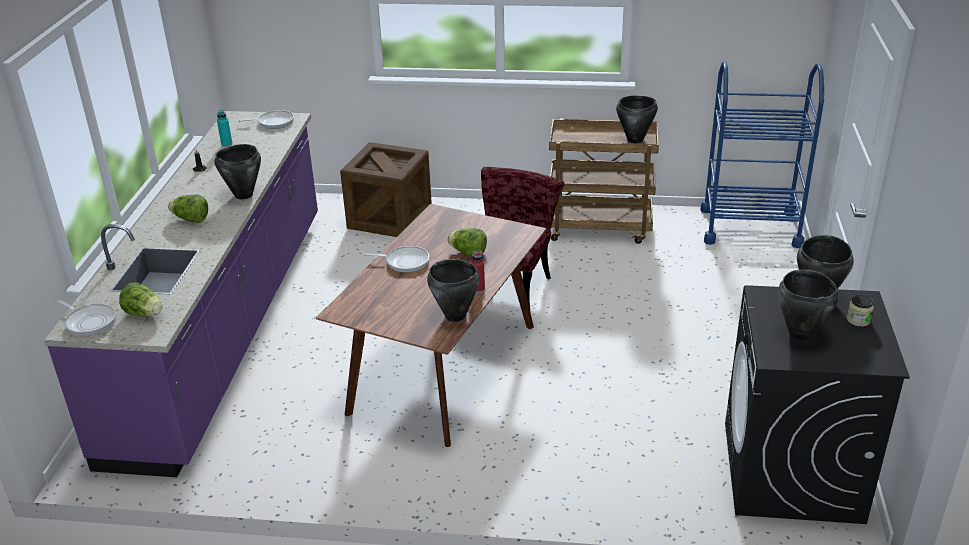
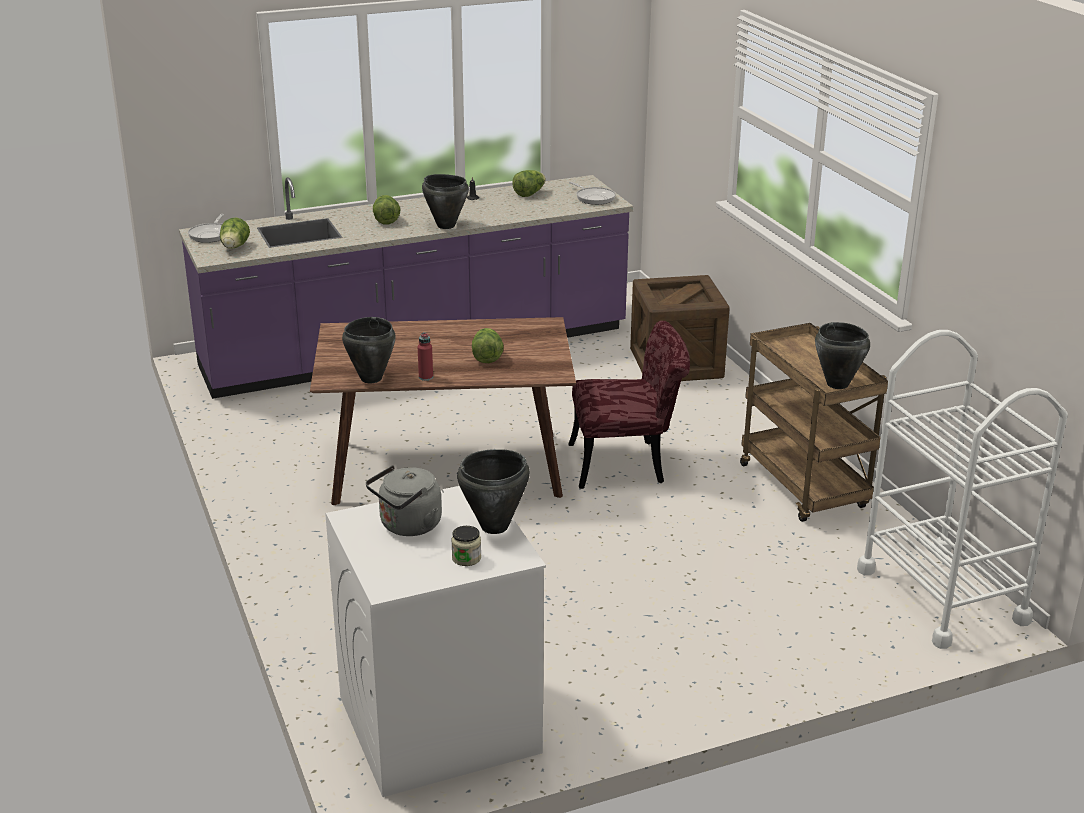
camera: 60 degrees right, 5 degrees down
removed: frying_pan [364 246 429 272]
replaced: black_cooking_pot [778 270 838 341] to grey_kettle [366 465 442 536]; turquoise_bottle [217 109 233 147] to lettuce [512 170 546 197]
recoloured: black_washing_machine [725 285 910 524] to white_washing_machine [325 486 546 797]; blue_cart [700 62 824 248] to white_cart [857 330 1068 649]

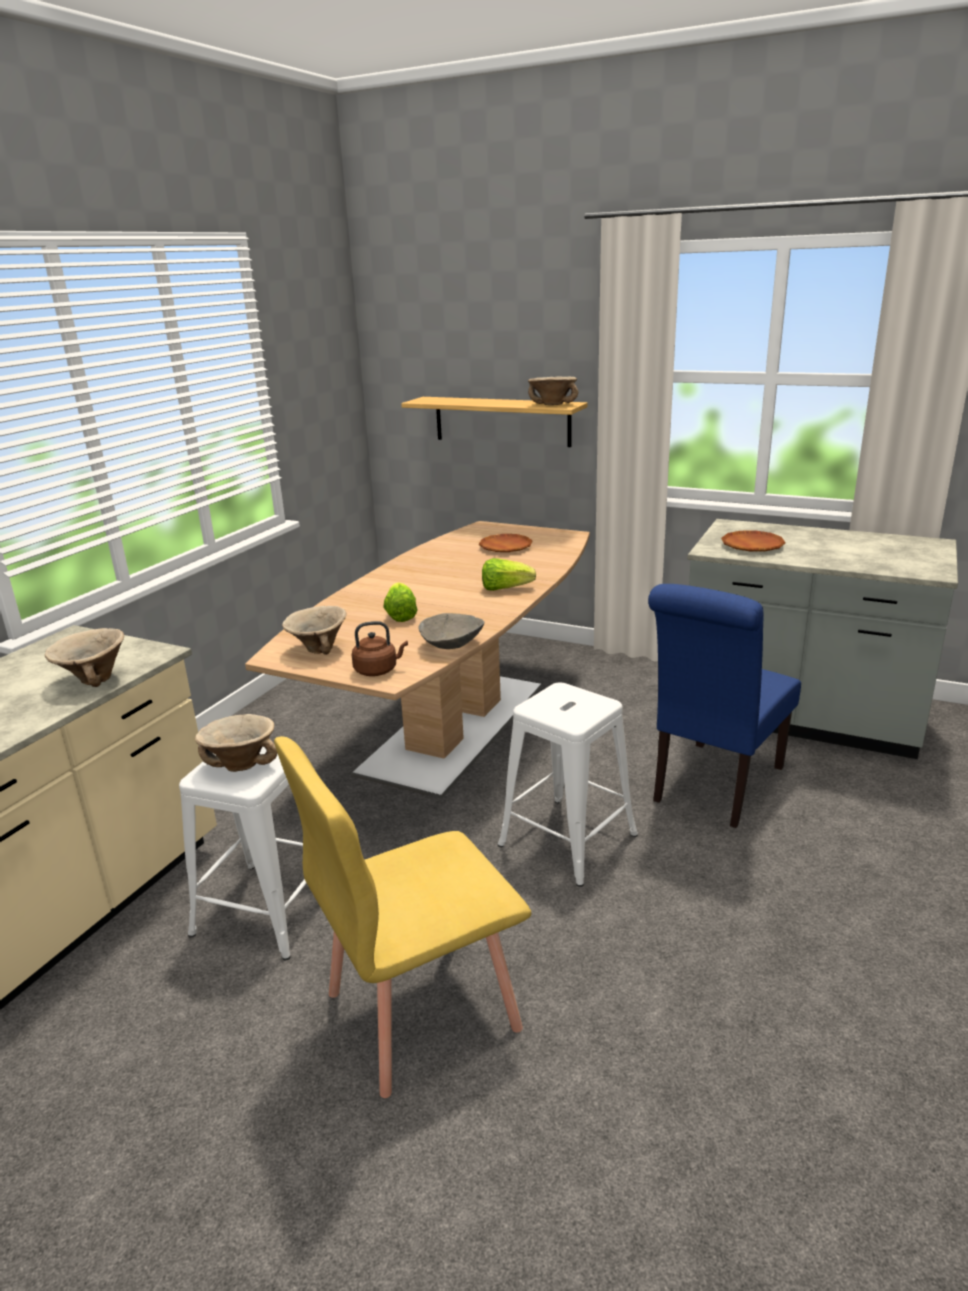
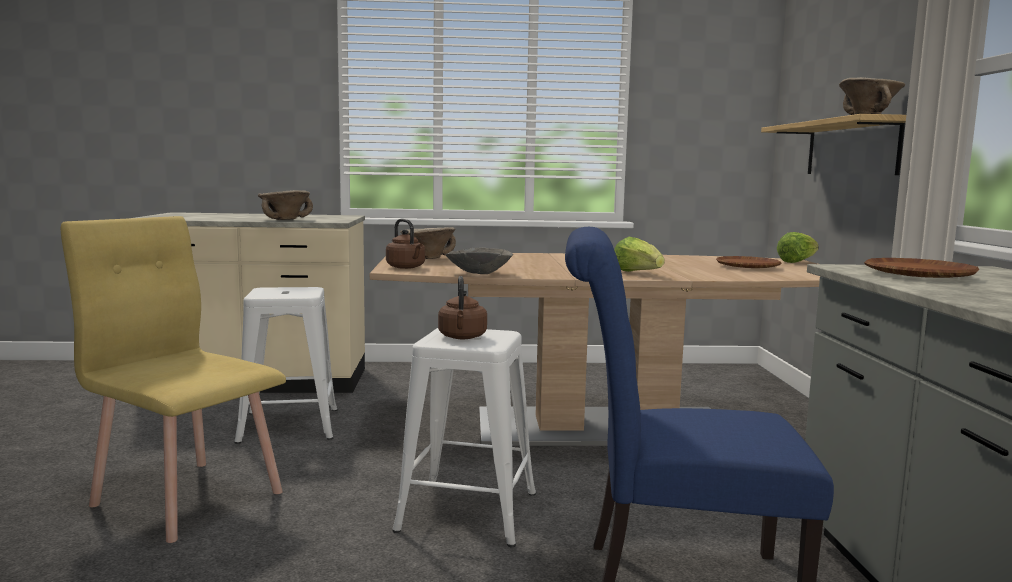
camera: 60 degrees right, 15 degrees down
removed: beige_bowl [195 714 278 772]
added: brown_kettle [438 276 487 339]
moved: lettuce [383 582 417 622] to [777 232 819 263]

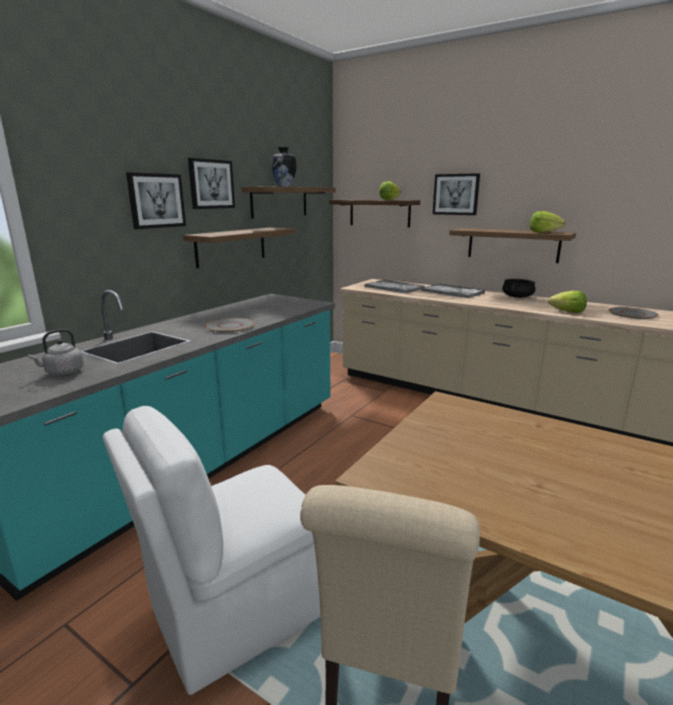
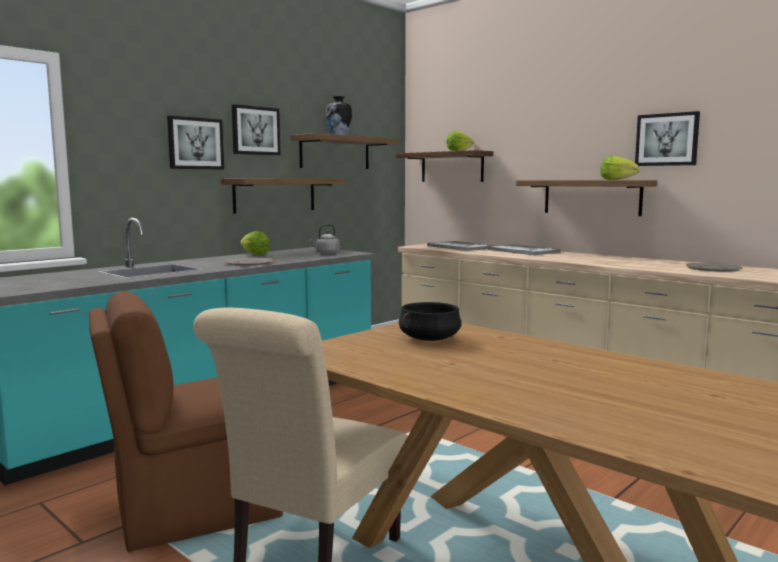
camera: 10 degrees right, 10 degrees down
moved: lettuce [548 290 587 313] to [240 231 270 255]; grey_kettle [28 329 84 375] to [309 224 340 254]; black_cooking_pot [502 279 535 298] to [399 302 462 341]; picture [433 173 480 215] to [635 111 700 166]
recoloured: white_chair [103 406 320 695] to brown_chair [89 291 283 552]

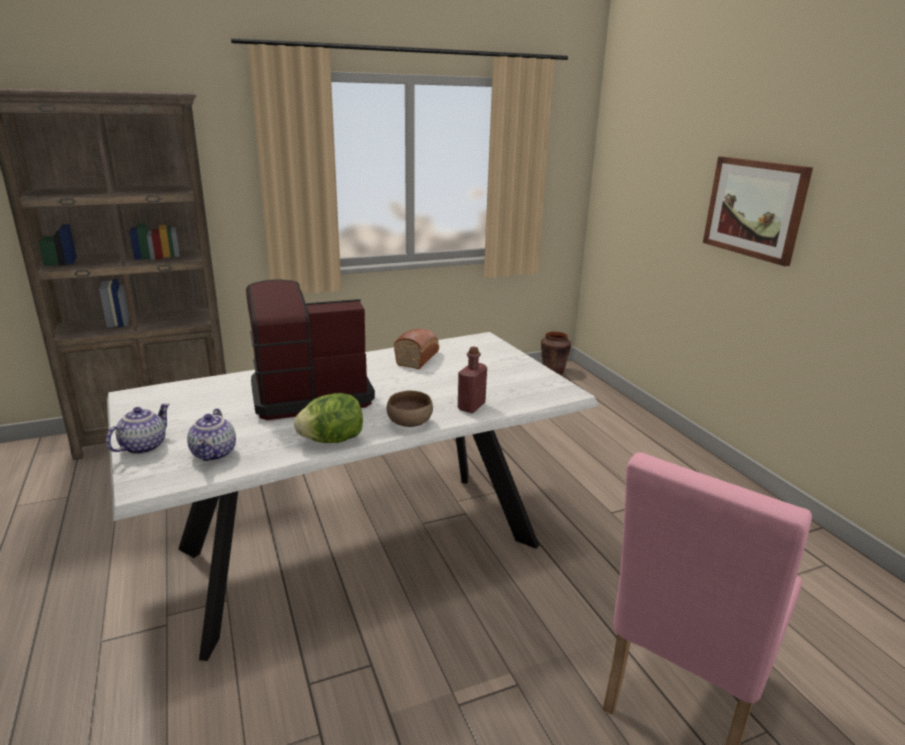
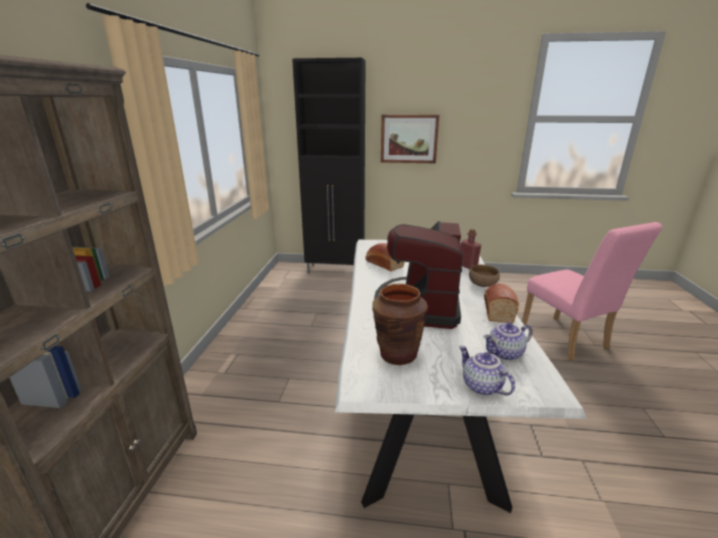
camera: 60 degrees left, 0 degrees up
added: black_cabinet [292 58 365 274]
moved: brown_vase [541 332 571 375] to [372 284 428 365]
replaced: lettuce [294 393 363 443] to bread [484 284 519 323]
turned: teapot [187 408 236 461] = [483 323 533 361] 135 degrees clockwise

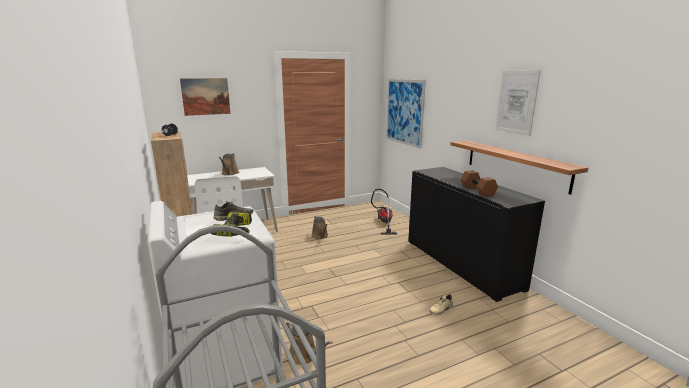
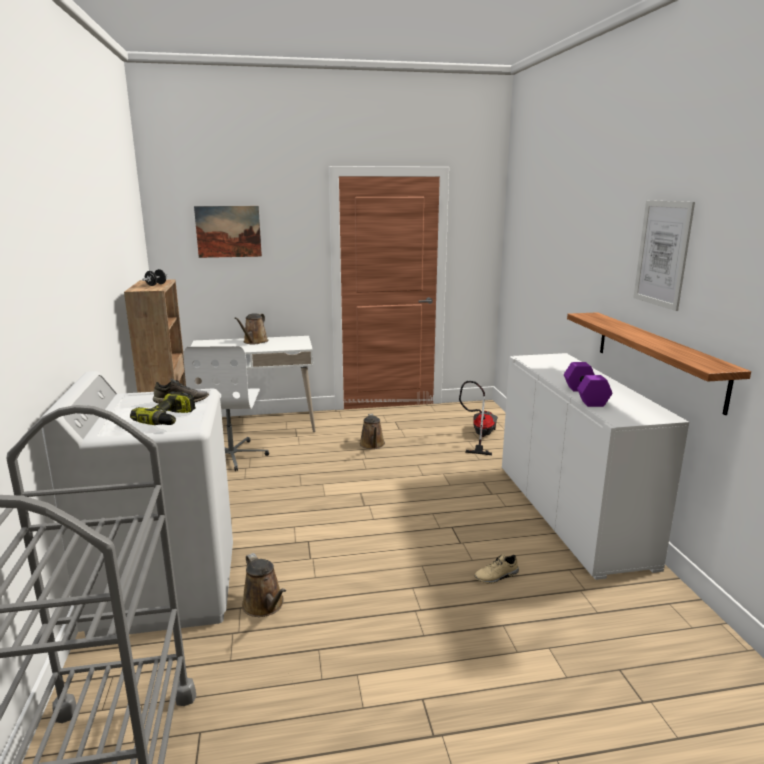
camera: 15 degrees right, 0 degrees up
removed: picture [386 79 426 149]
recoloured: black_cabinet [408 167 545 302] to white_cabinet [502 353 689 580]; brown_dumbbell [461 170 498 197] to purple_dumbbell [564 362 612 407]

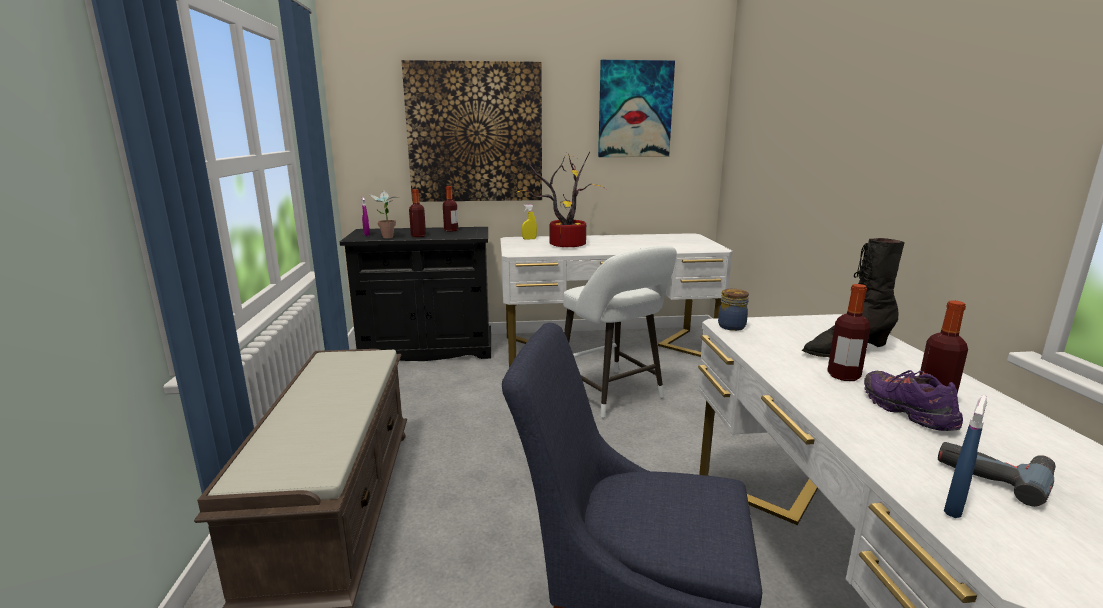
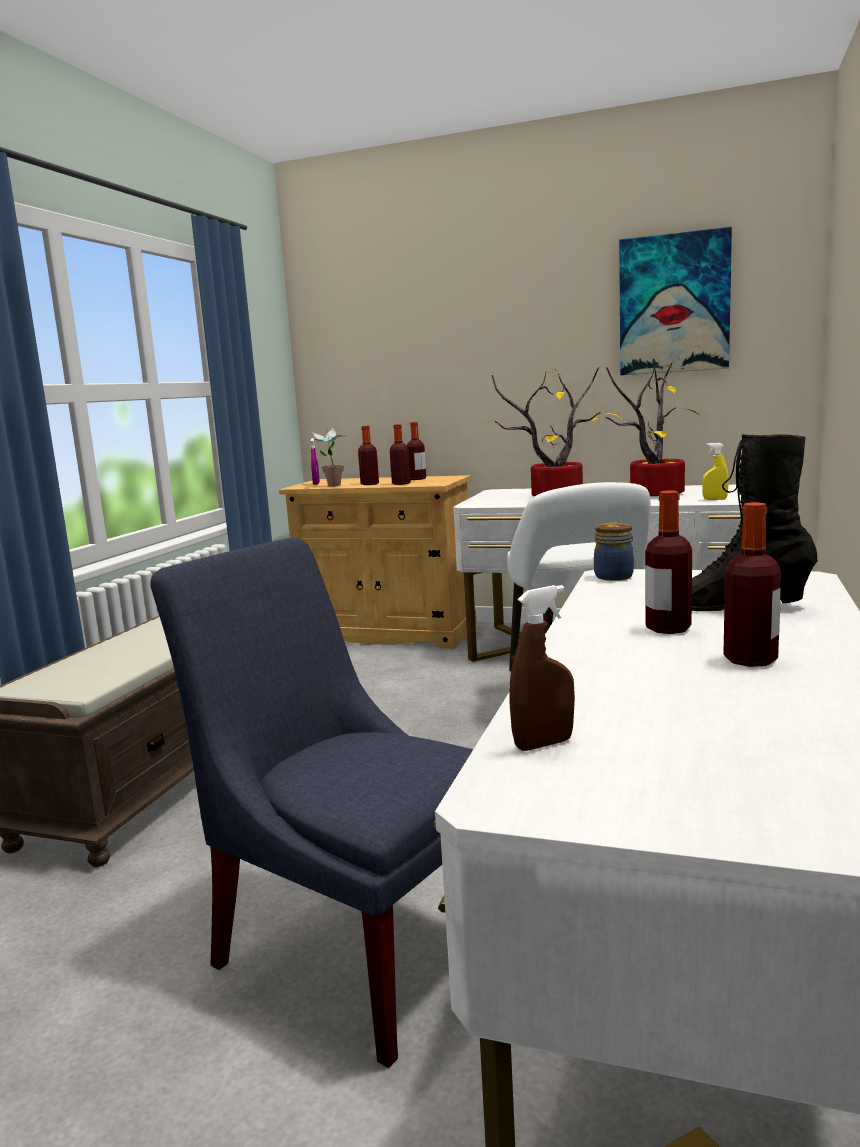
camera: 25 degrees right, 5 degrees down
removed: picture [402 60 542 202]; purple_shoe [864 370 963 431]; power_drill [938 442 1056 507]
added: bottle [390 424 411 485]; potted_plant [591 363 700 496]
moved: yellow_spray_bottle [522 204 537 240] to [702 443 729 500]
recoloured: black_cabinet [340 227 491 361] to beige_cabinet [279 475 477 648]; blue_spray_bottle [944 395 987 518] to brown_spray_bottle [510 585 575 751]

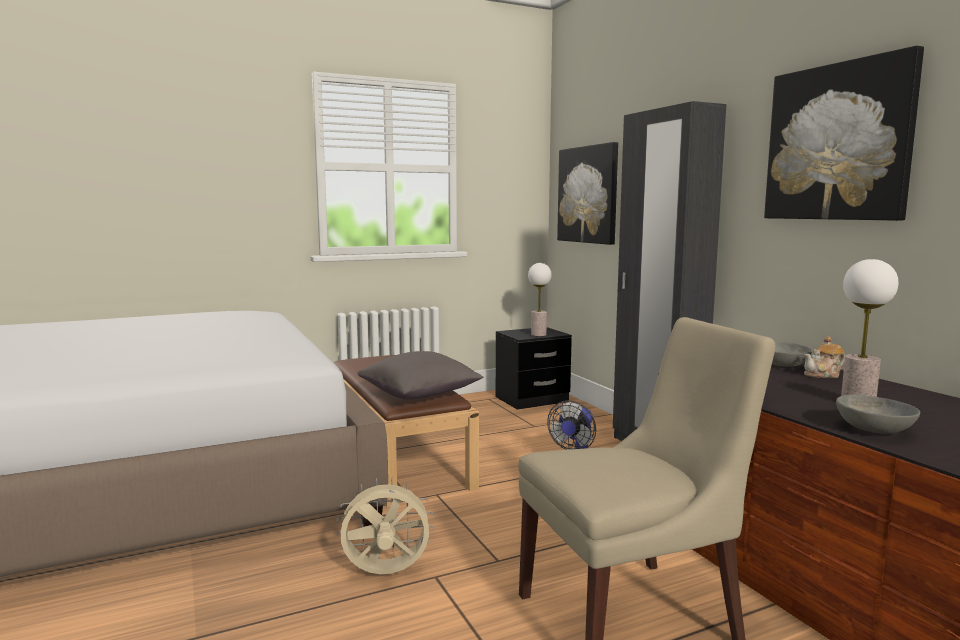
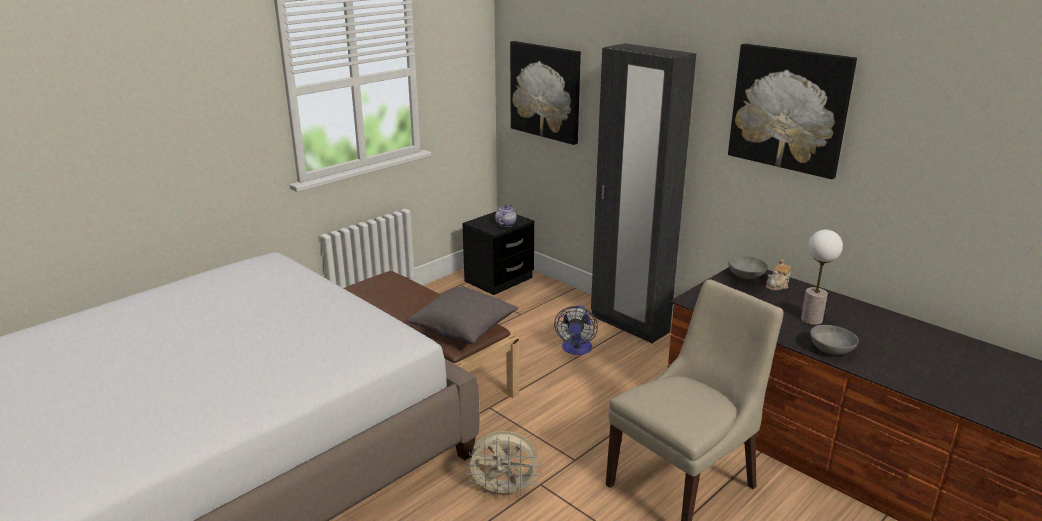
camera: 20 degrees left, 15 degrees up
replaced: table_lamp [528 263 552 336] to teapot [495 204 517 227]
turned: beige_fan [336 477 434 574] = [465 431 541 499] 150 degrees counterclockwise

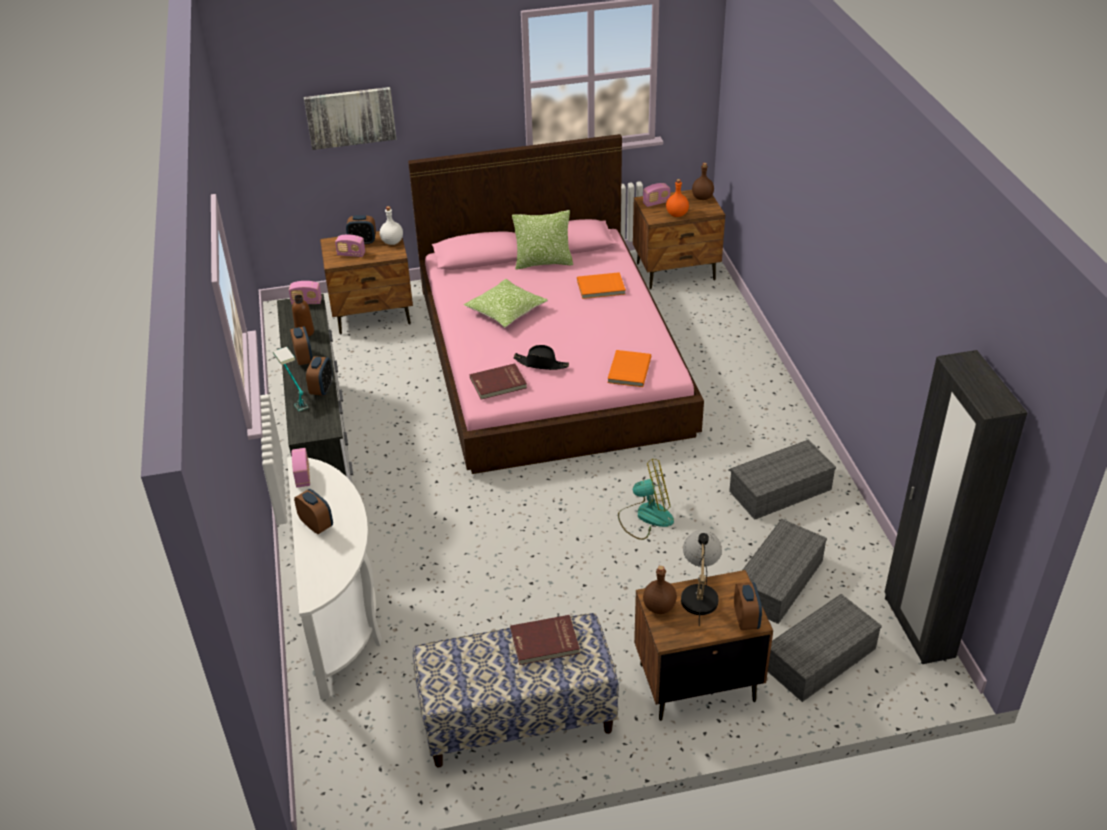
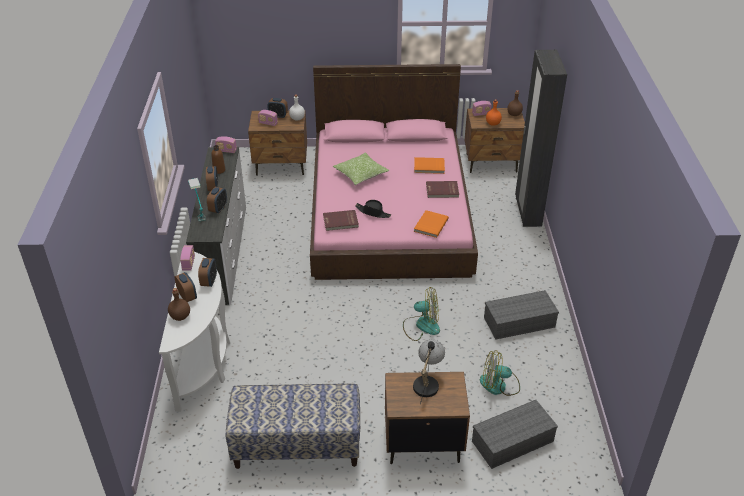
camera: 10 degrees right, 0 degrees up
removed: picture [304 87 396 150]; pillow [512 210 573 270]
moved: brown_bottle [643 566 677 614] to [168 288 190 321]; alarm_clock [734 582 762 630] to [198 258 217 287]; red_book [510 615 580 665] to [426 181 459 198]; black_wardrobe [885 350 1028 664] to [515 50 567 227]
replaced: grey_storage_box [743 519 827 624] to fan [480 350 520 396]

